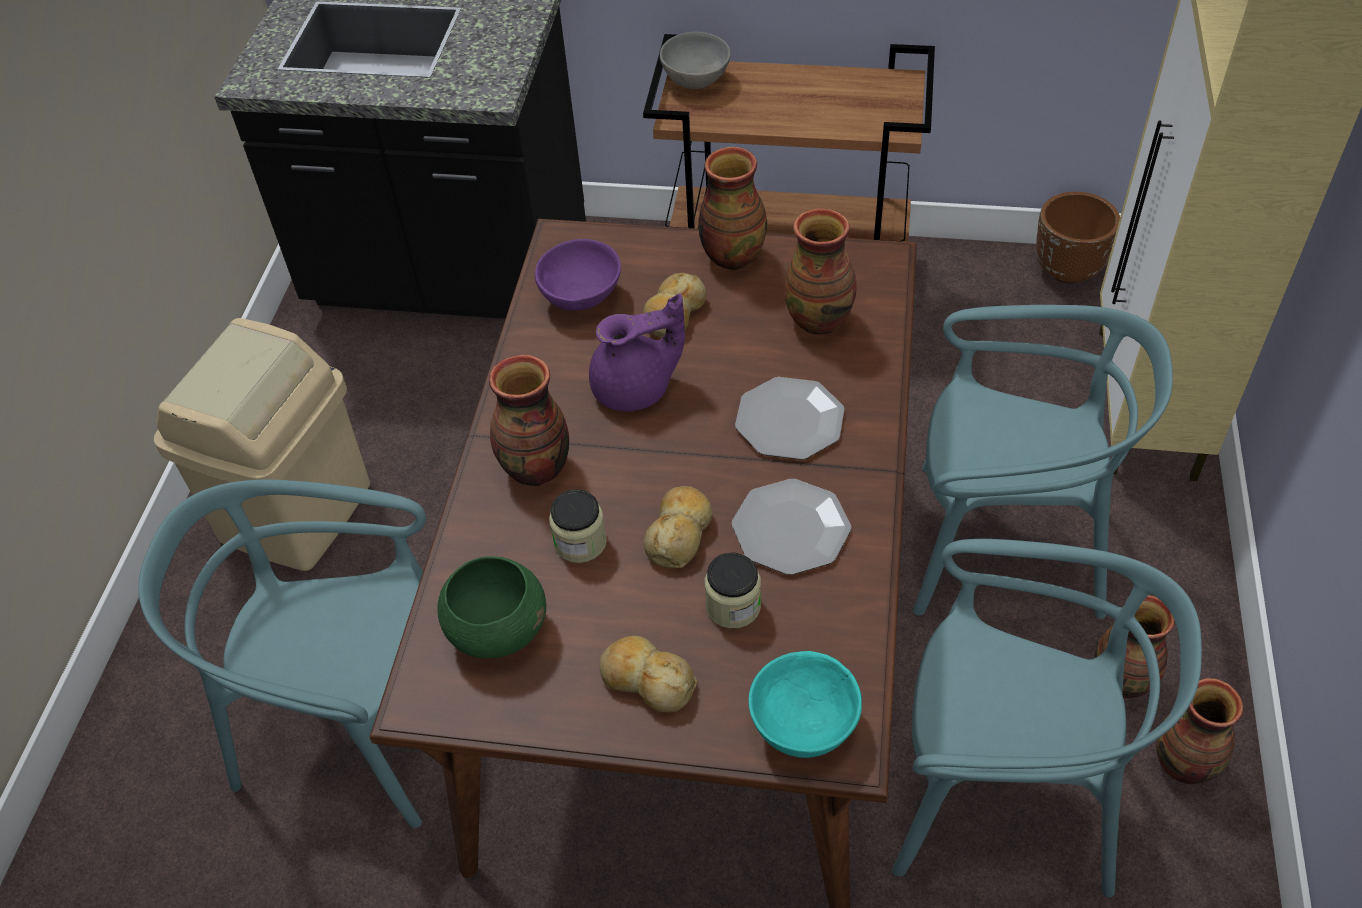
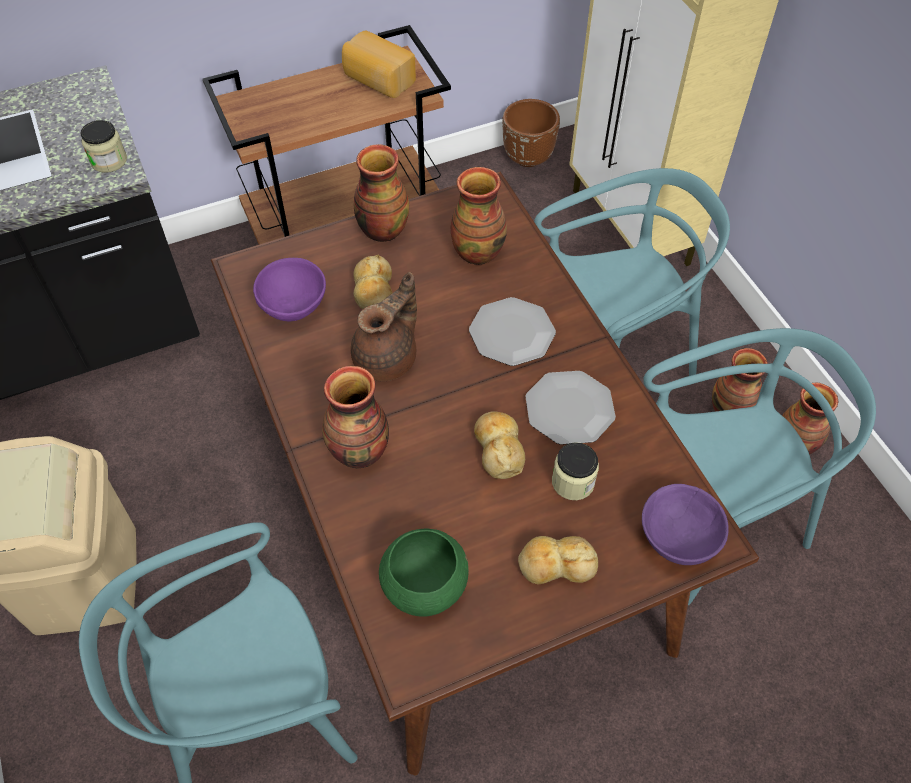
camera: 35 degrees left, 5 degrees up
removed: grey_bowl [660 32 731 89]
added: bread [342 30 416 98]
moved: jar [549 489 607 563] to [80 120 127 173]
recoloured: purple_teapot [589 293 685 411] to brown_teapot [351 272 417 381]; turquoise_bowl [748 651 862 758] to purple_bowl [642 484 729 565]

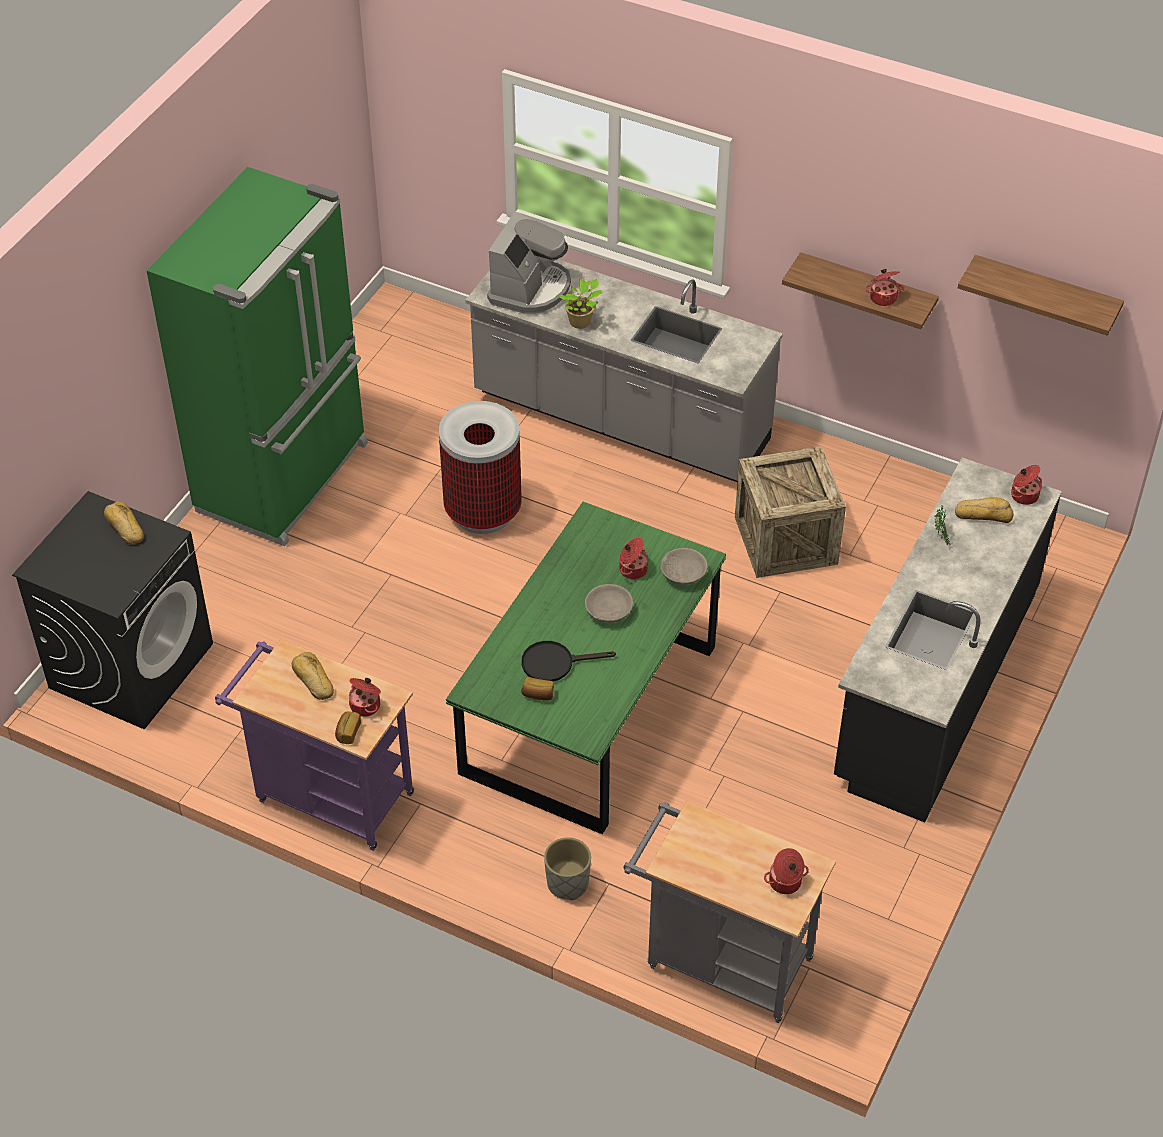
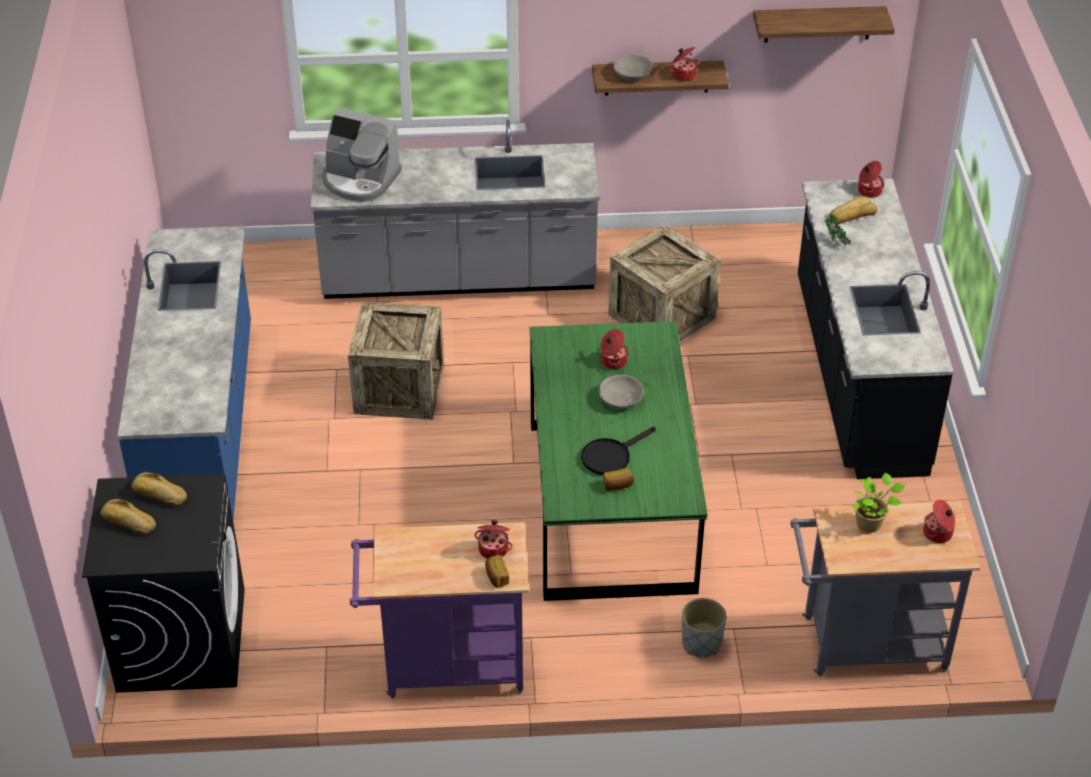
camera: 30 degrees left, 5 degrees down
moved: bread [292 652 334 700] to [100 499 156 534]; grey_bowl [660 548 708 585] to [613 54 653 81]; potted_plant [558 279 602 329] to [852 473 905 533]
replaced: green_fridge [147 167 368 546] to blue_counter [118 226 251 519]; trash_can [439 401 522 534] to crate [348 302 444 420]
turned: coffee_machine [487 211 571 314] = [322 108 402 202] 120 degrees clockwise

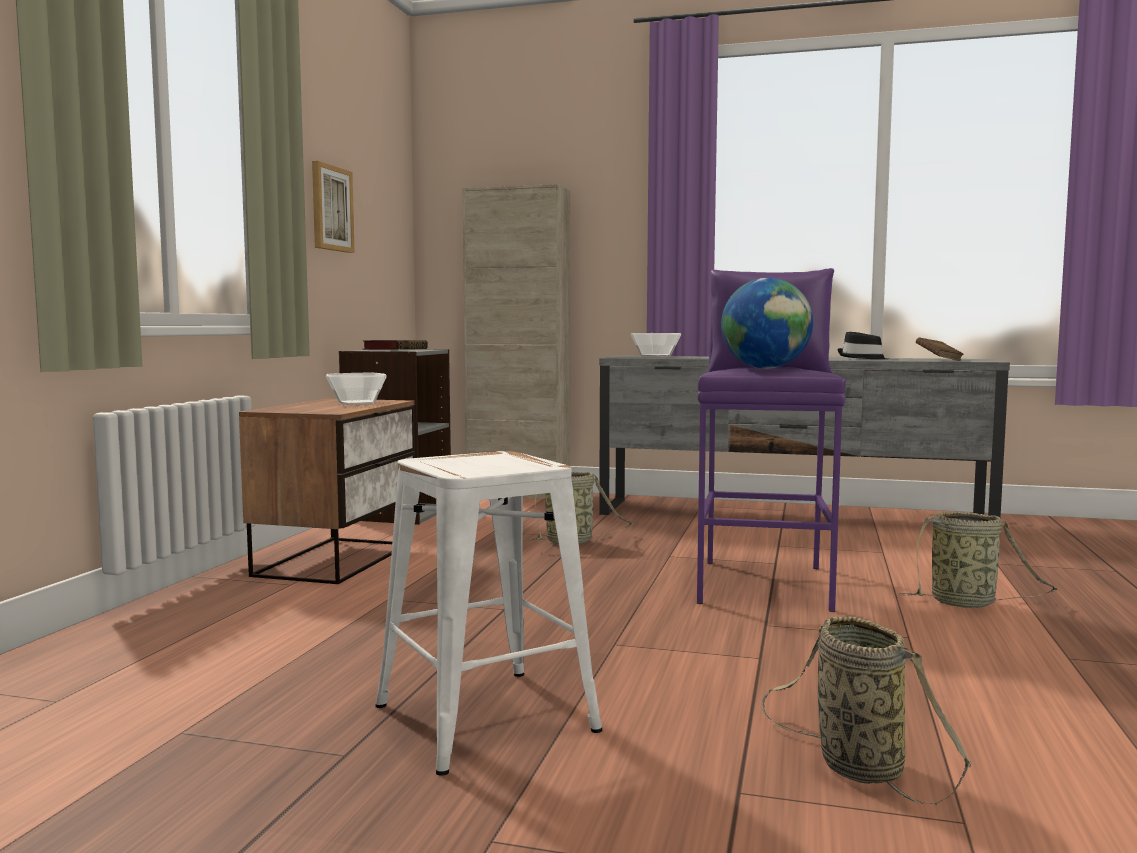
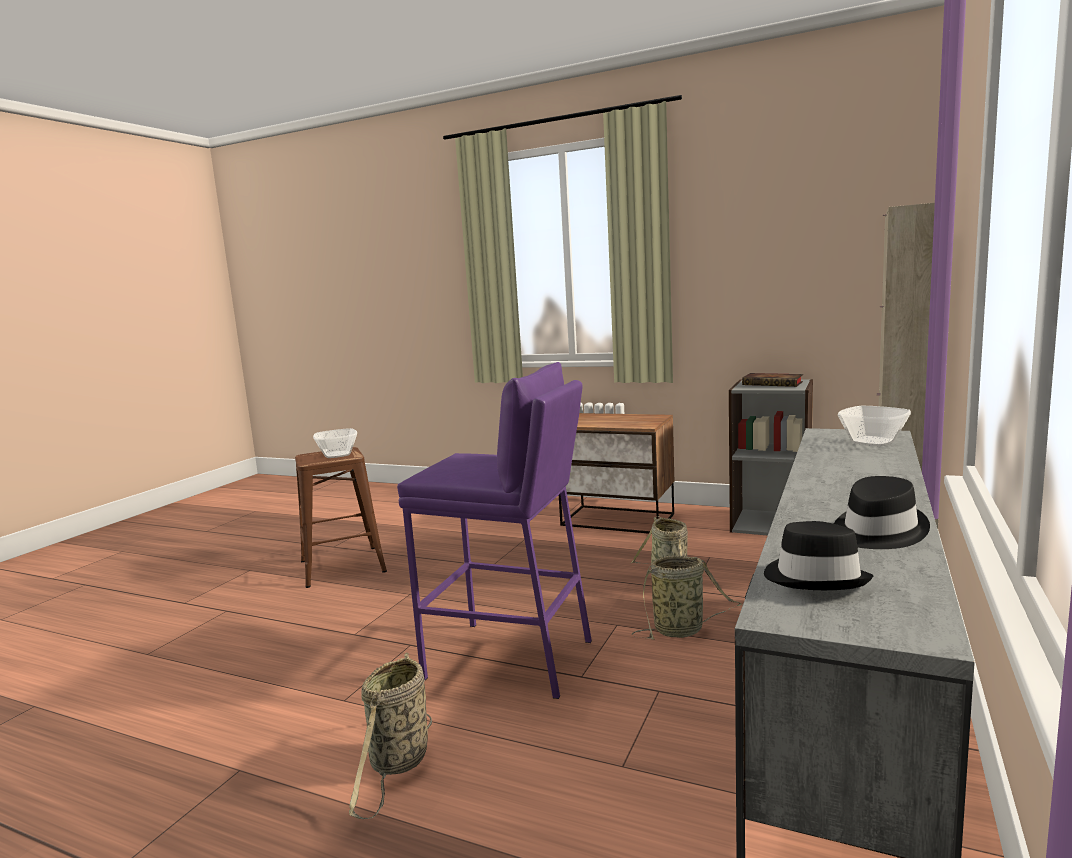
camera: 100 degrees right, 5 degrees up
removed: picture [312 161 355 253]; globe [721 278 813 369]
moved: bowl [326 373 387 405] to [313 428 357 458]; basket [762 616 971 805] to [631 555 742 640]
replaced: brown_book [916 338 963 361] to black_hat [764 521 873 590]
recoloured: white_stool [375 451 602 776] to brown_stool [295 447 387 588]

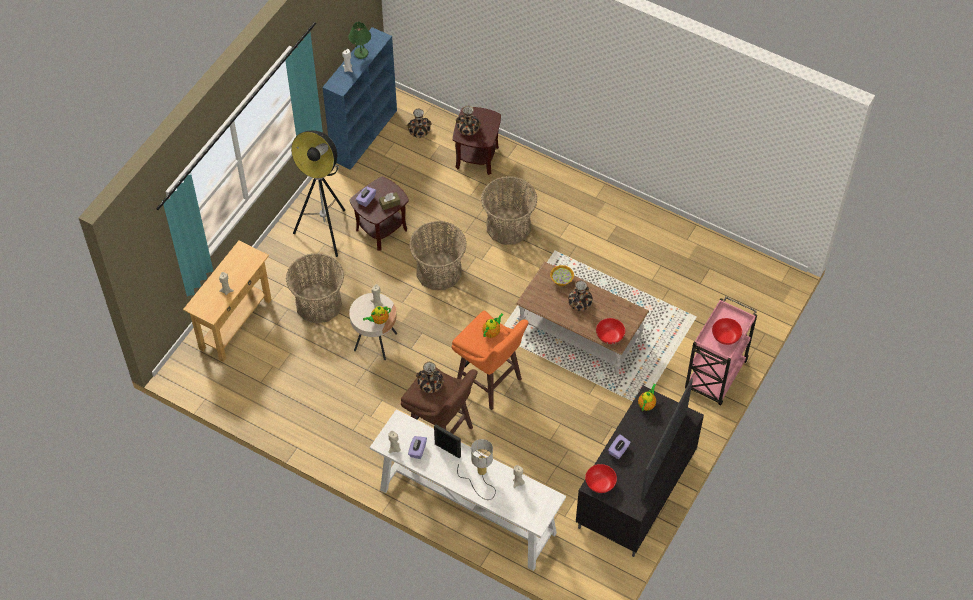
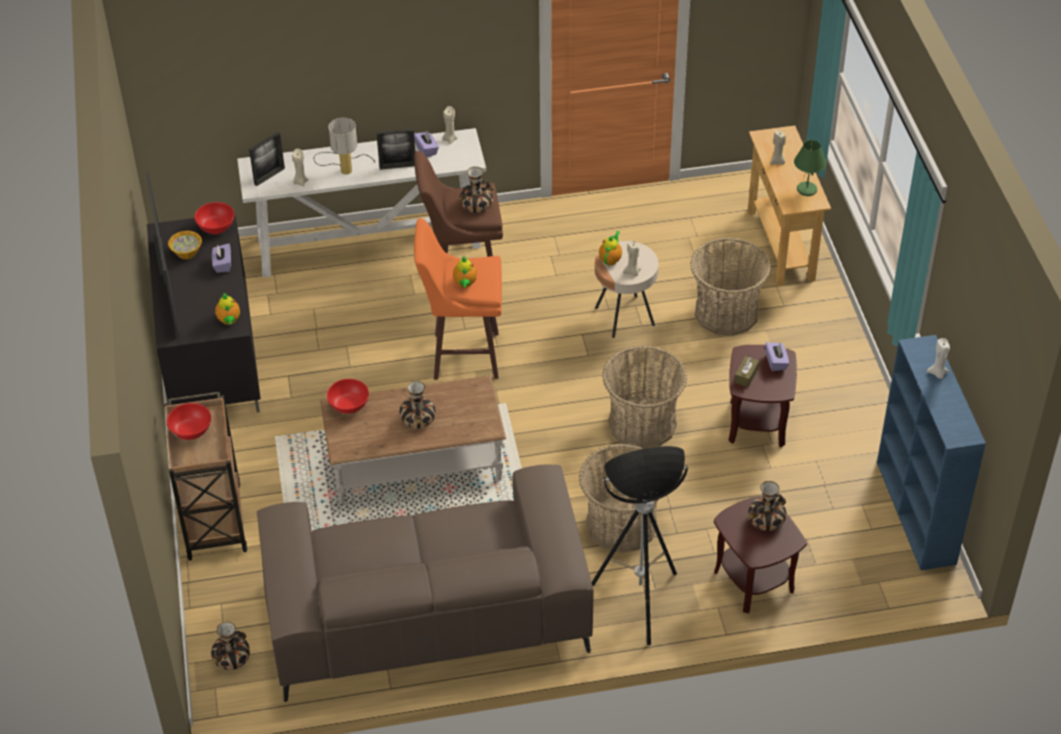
camera: 140 degrees right, 10 degrees down
added: picture_frame [249 132 285 186]; brown_sofa [257 464 594 702]
moved: bowl [550 265 574 286] to [168 231 202 259]; vase [407 109 432 138] to [211 621 250 670]; floor_lamp [291 130 345 257] to [592 446 688 645]; green_table_lamp [348 22 371 59] to [794 140 827 196]
recoloured: pink_cart [685 296 757 406] to brown_cart [164 392 247 560]

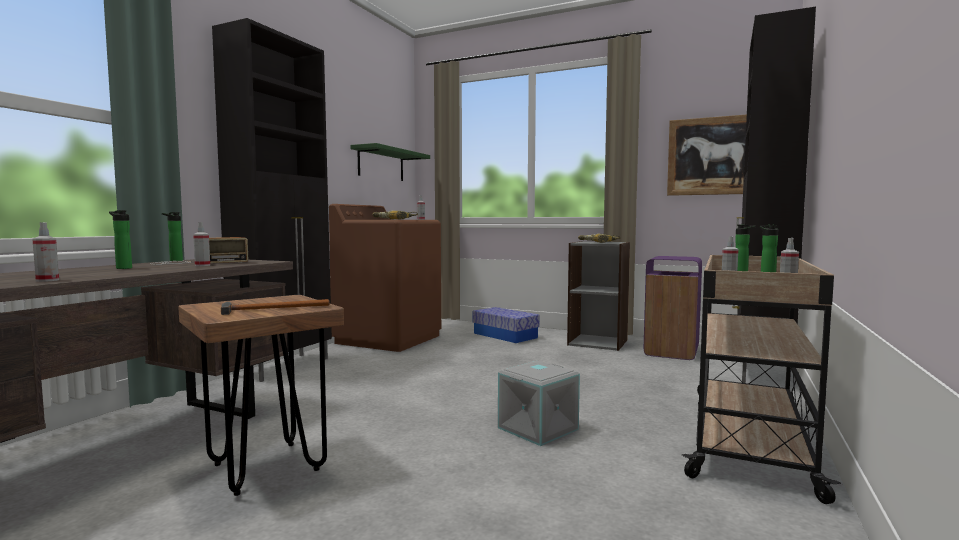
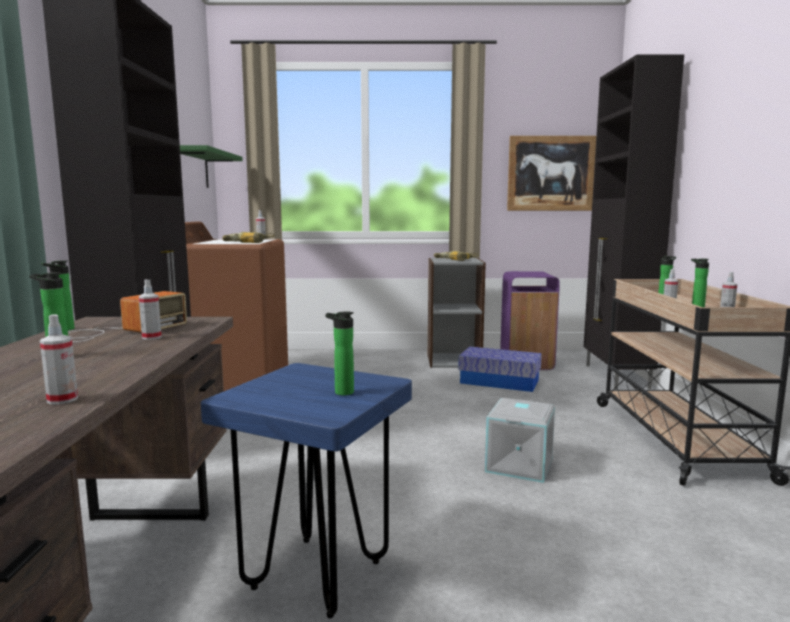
camera: 25 degrees left, 5 degrees up
moved: storage_box [473 307 540 343] to [458 346 542 392]
replaced: hammer [221 299 330 315] to bottle [325 311 354 396]
recoloured: brown_stool [178 295 344 496] to blue_stool [200 363 412 618]

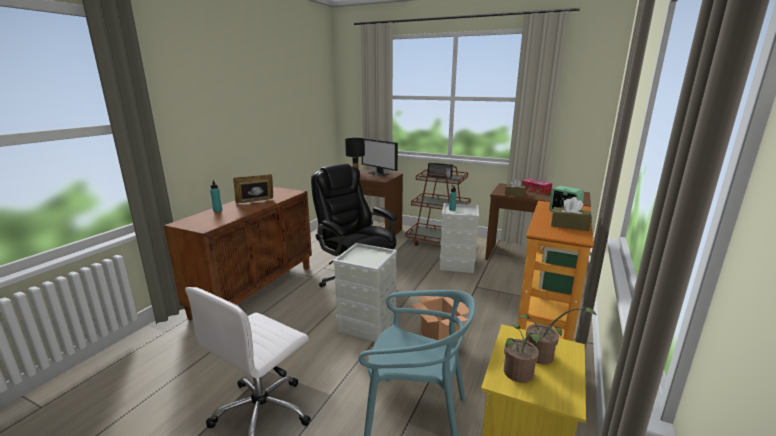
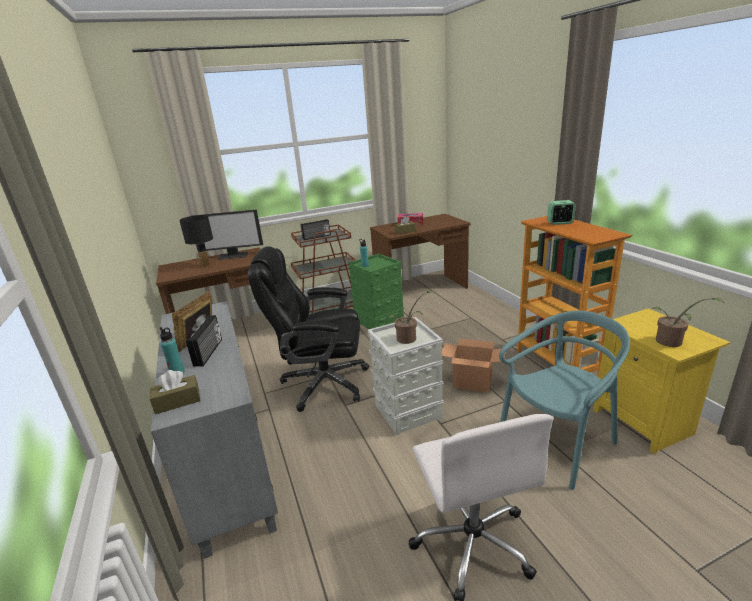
camera: 45 degrees left, 5 degrees up
added: radio [186 315 222 367]
moved: brown_tissue_box [551 197 592 231] to [150 370 201 414]; potted_plant [519 308 597 364] to [389 290 435 344]
recoloured: brown_cabinet [164 187 312 320] to grey_cabinet [151 301 278 559]; grey_storage_box [440 203 479 273] to green_storage_box [348 253 404 329]

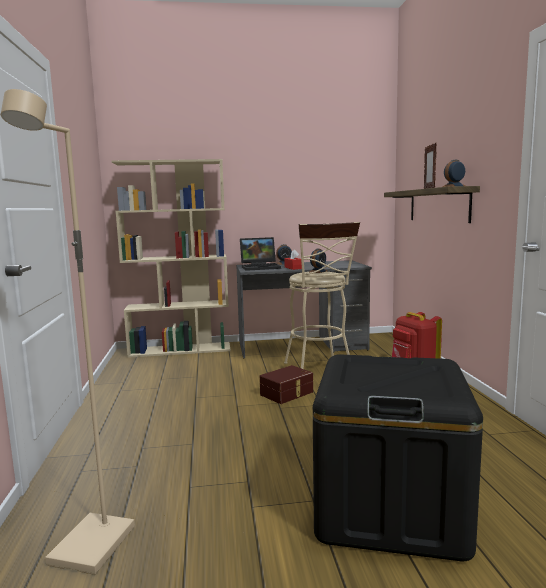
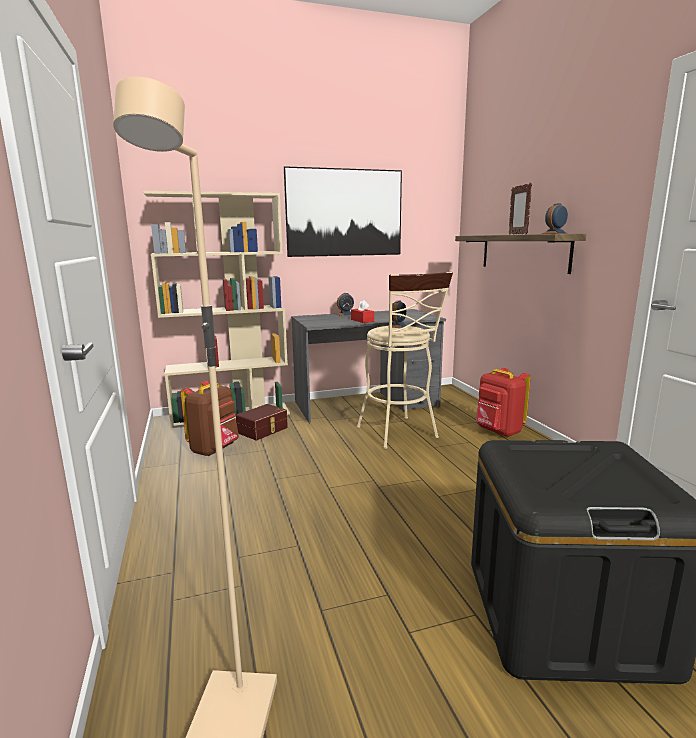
camera: 10 degrees left, 5 degrees up
removed: laptop [240 237 281 271]
added: brown_backpack [181 381 239 456]; picture [284 166 402 257]
moved: brown_storage_box [260 365 313 404] to [236 404 288 440]

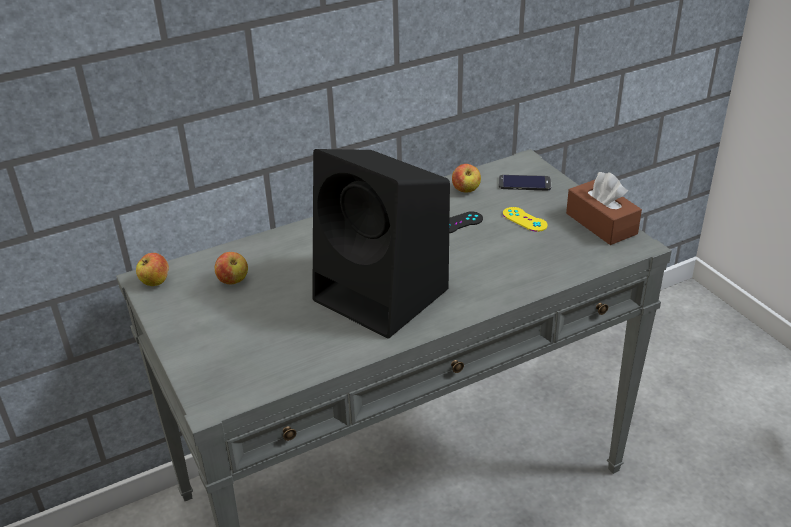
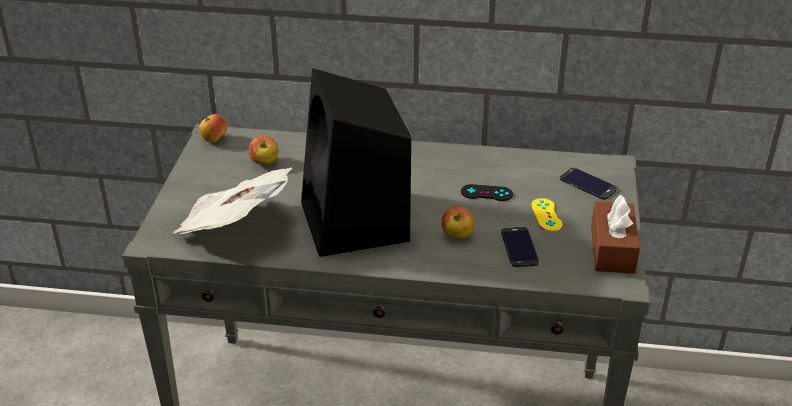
camera: 35 degrees right, 0 degrees up
added: newspaper [172 168 293 234]; phone [501 227 539 267]
moved: apple [452 164 481 192] to [441 206 475 239]

